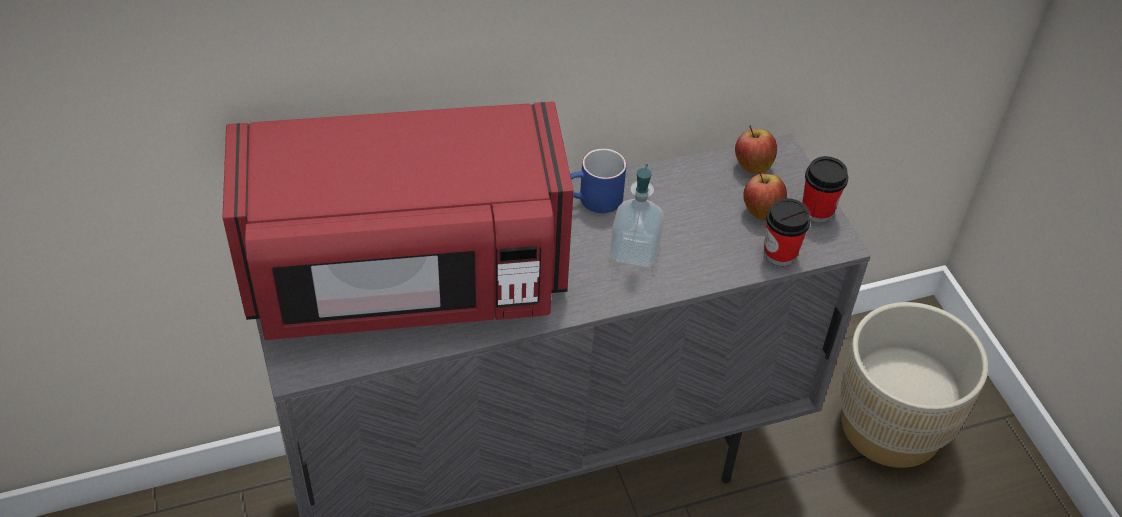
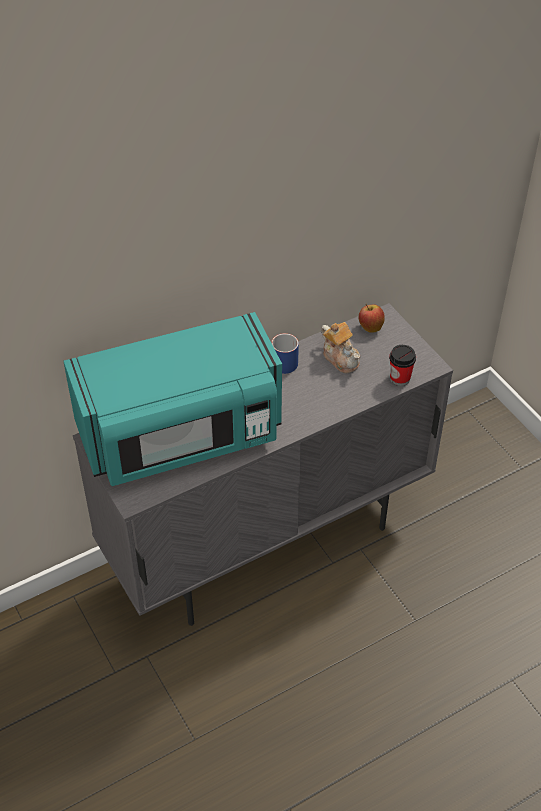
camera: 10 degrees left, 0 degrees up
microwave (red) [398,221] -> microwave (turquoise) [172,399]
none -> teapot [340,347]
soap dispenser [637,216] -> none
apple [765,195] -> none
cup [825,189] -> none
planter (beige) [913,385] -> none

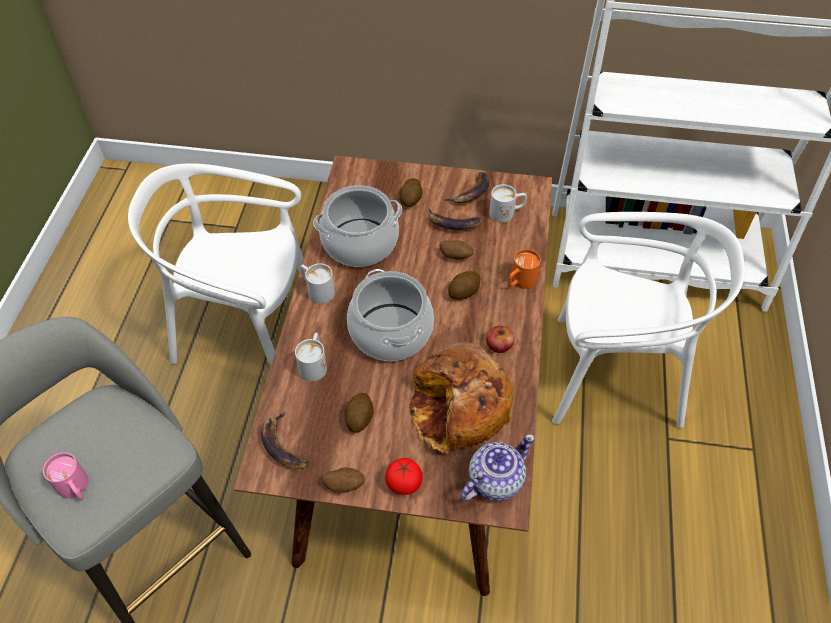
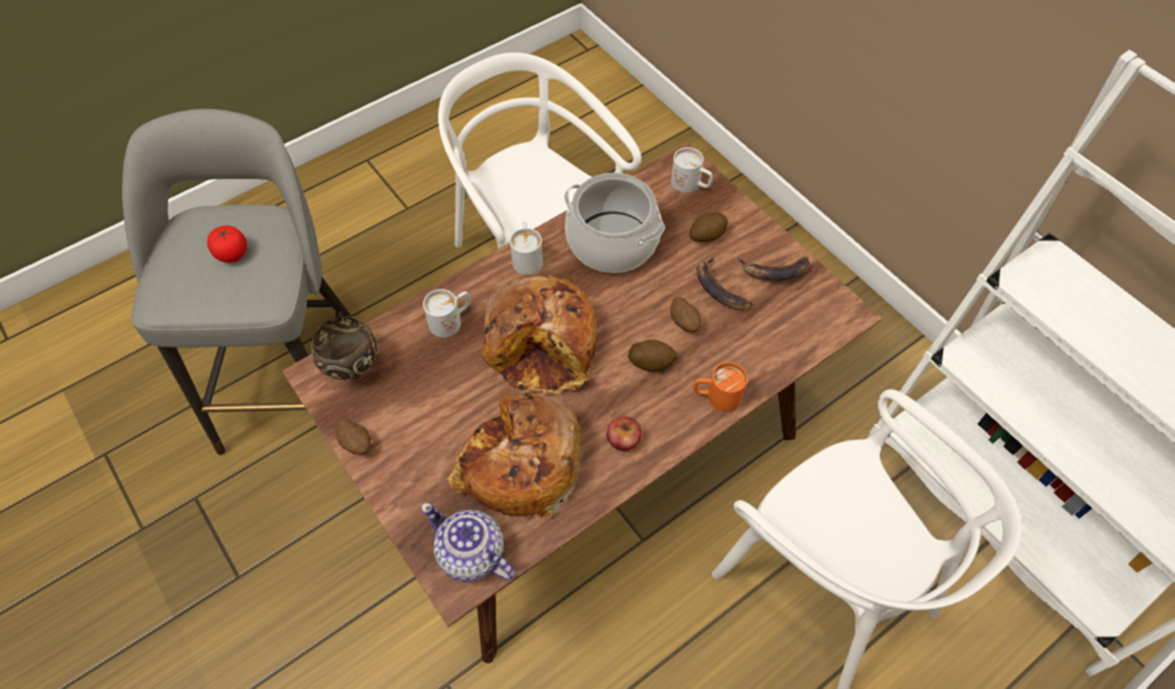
camera: 45 degrees right, 5 degrees up
tomato [404,476] -> tomato [227,244], move
banana [285,440] -> bowl (brown) [344,348]
teapot [498,467] -> teapot [468,542], 150 degrees counterclockwise
cooking pot [390,315] -> bread [539,335]
mug (white) [508,203] -> mug (white) [692,170], move
mug (pink) [66,476] -> none
potato [359,413] -> none

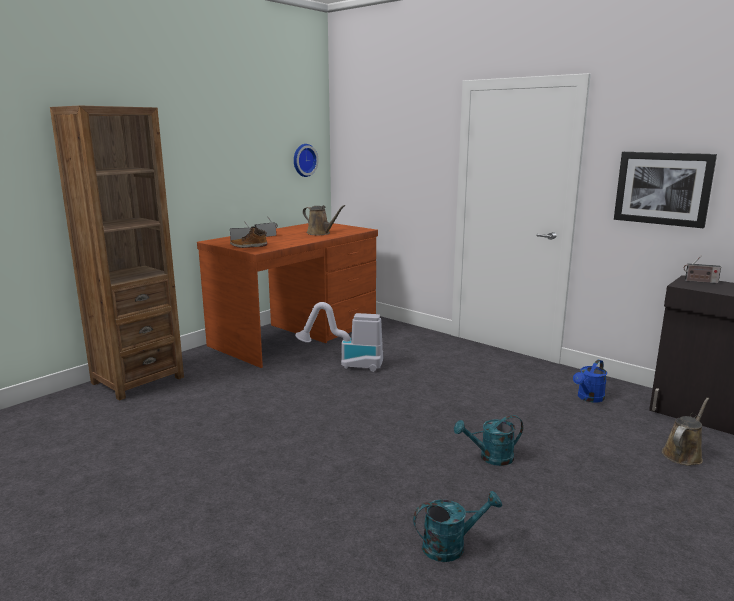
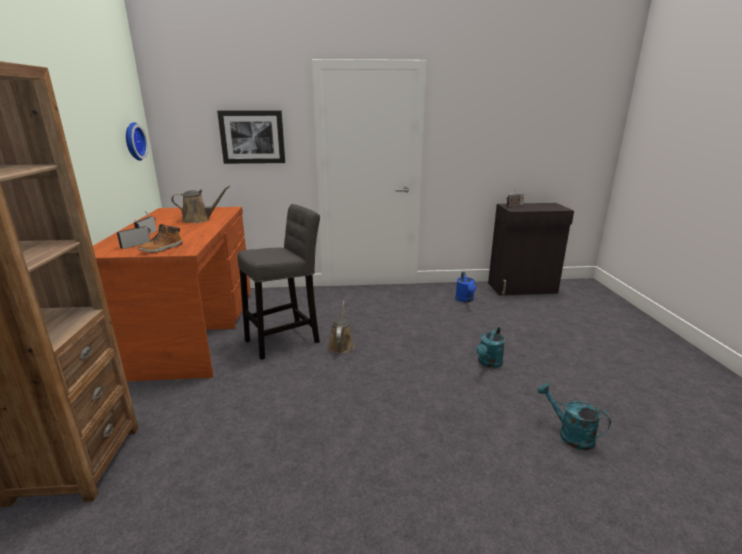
camera: 45 degrees left, 5 degrees up
picture [665,190] -> picture [251,137], move
vacuum cleaner [339,337] -> stool (grey) [278,282]
watering can (brown) [685,431] -> watering can (brown) [341,327], move
watering can (turquoise) [457,526] -> watering can (turquoise) [574,416], 75 degrees counterclockwise

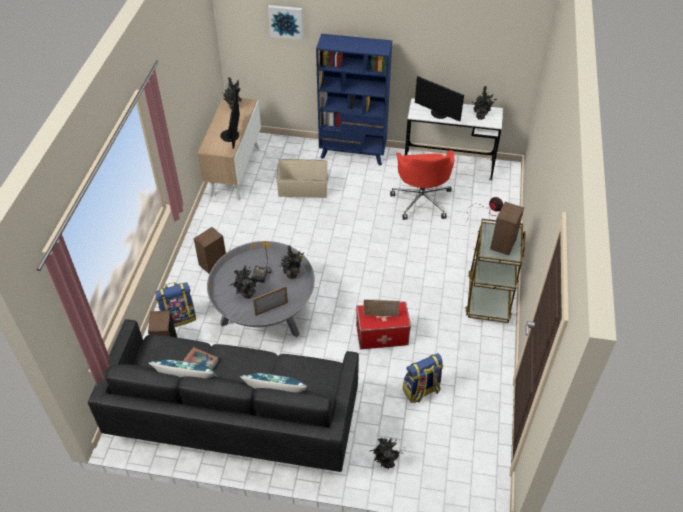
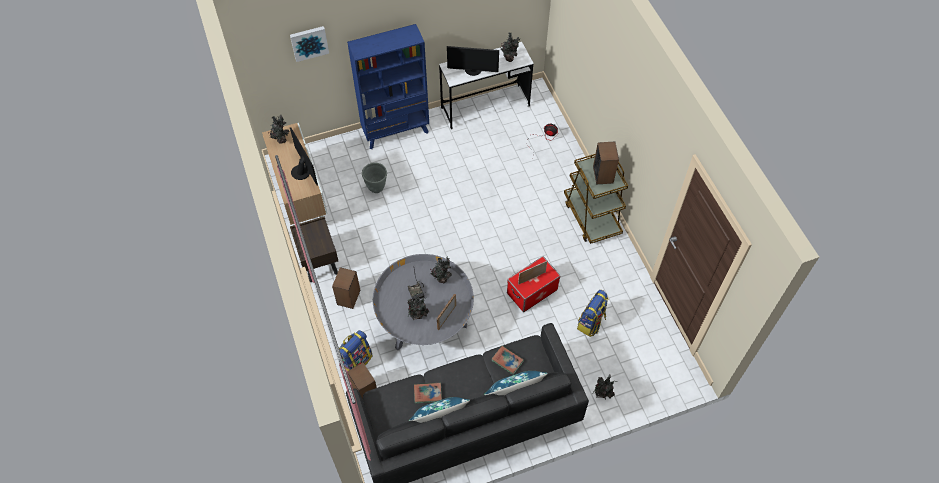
camera: 30 degrees left, 10 degrees up
none -> nightstand (brown) [314,249]
storage box (beige) [302,178] -> planter (grey) [374,178]
none -> book [508,360]
office chair (red) [422,185] -> none

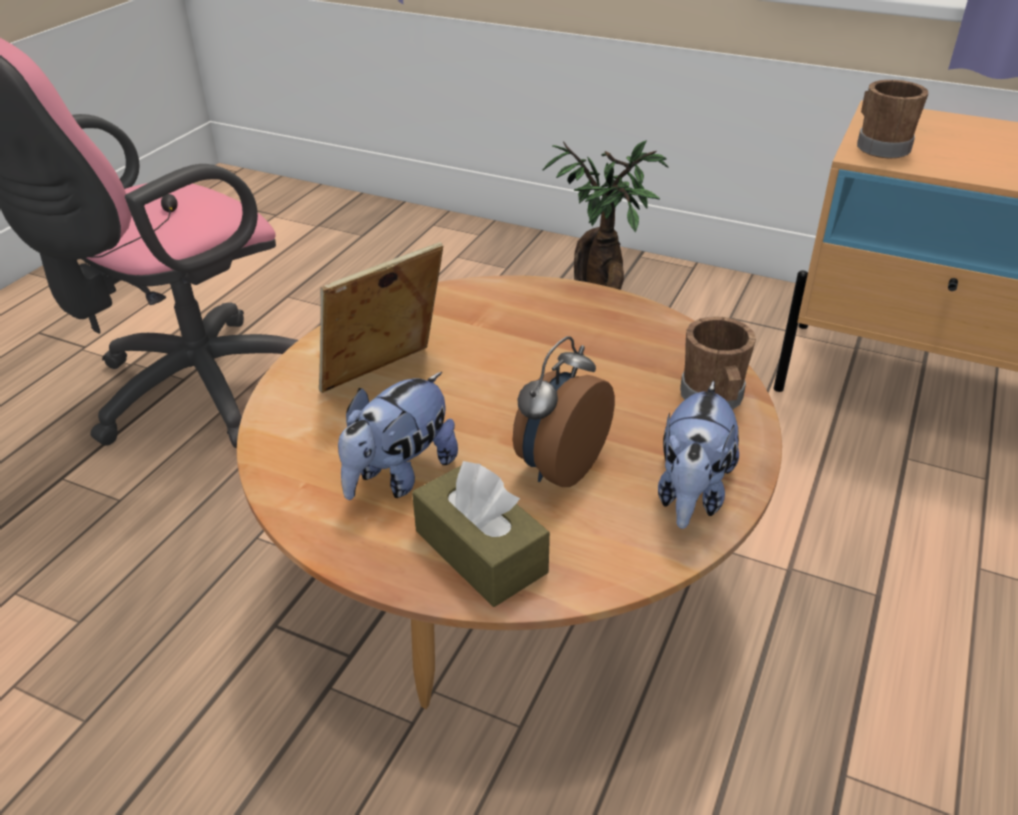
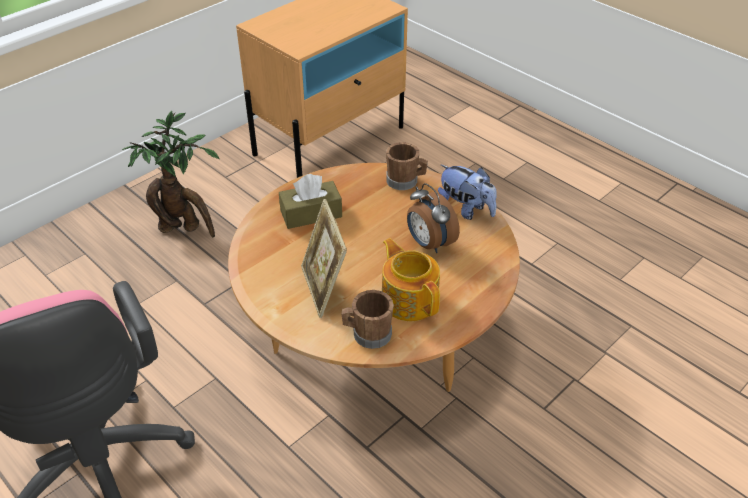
camera: 70 degrees left, 5 degrees up
tissue box (brown) [481,534] -> tissue box (brown) [310,201], move
mug (brown) [893,119] -> mug (brown) [368,319], move
plush toy [398,436] -> teapot [411,279]

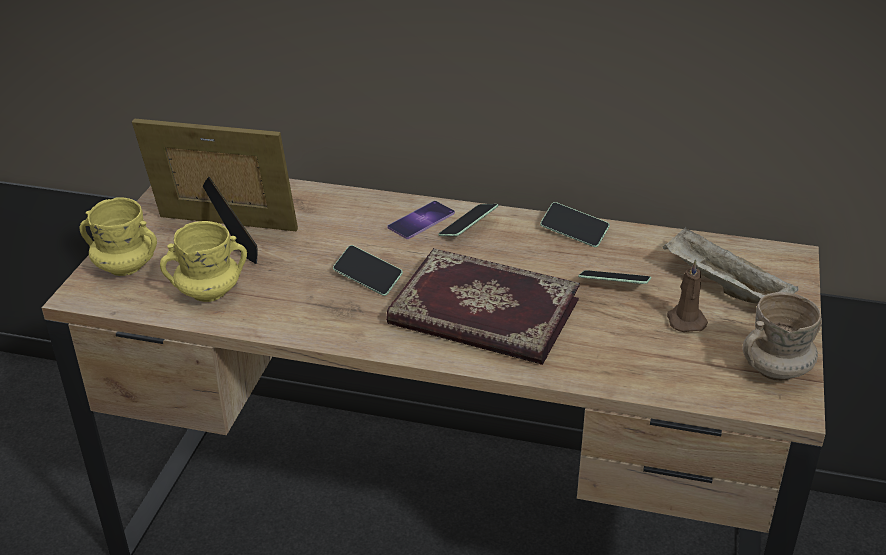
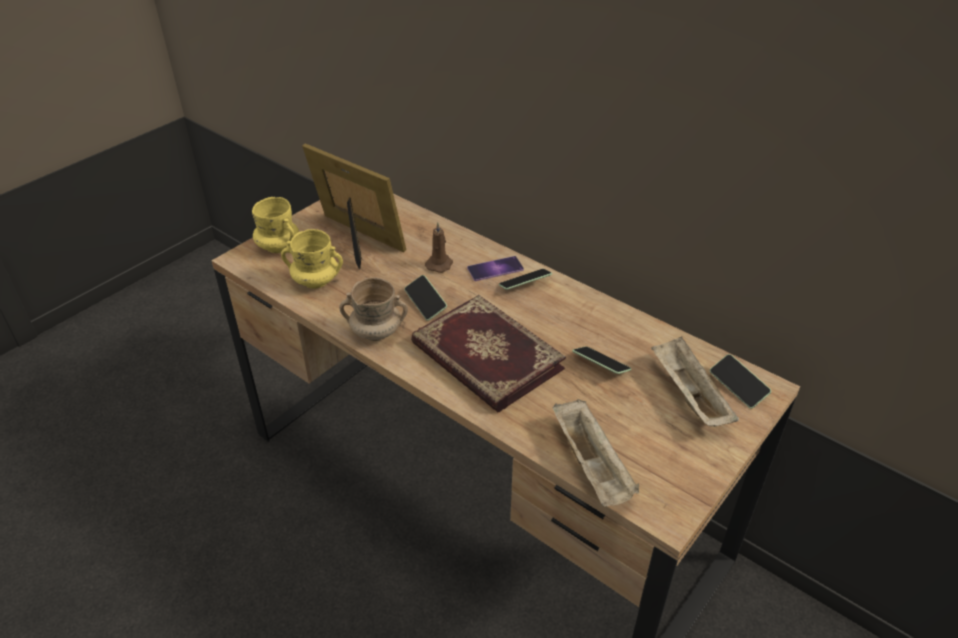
camera: 25 degrees right, 5 degrees up
mug (beige) [782,336] -> mug (beige) [373,309], move
candle (brown) [687,295] -> candle (brown) [439,247], move
none -> tray (beige) [596,453]
phone [575,224] -> phone [740,381], move

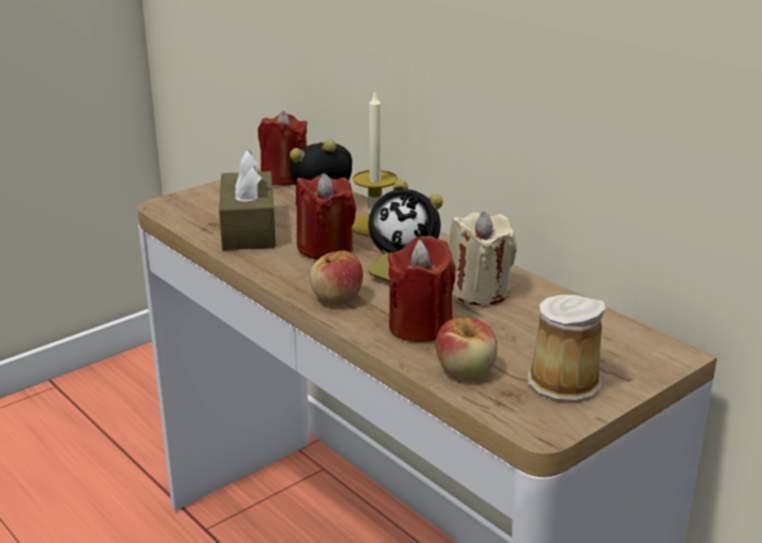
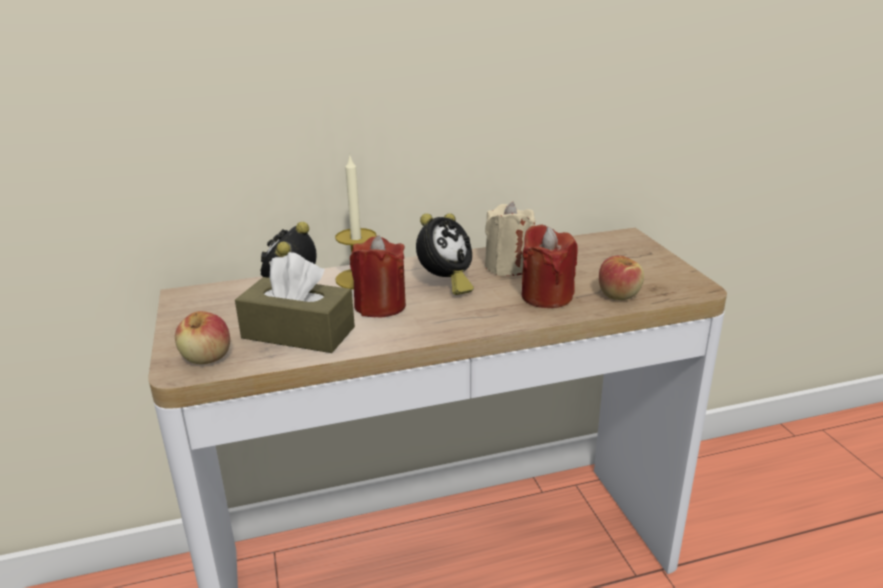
camera: 65 degrees left, 0 degrees up
apple [336,277] -> apple [202,337], move
candle (red) [282,148] -> none
mug [566,348] -> none

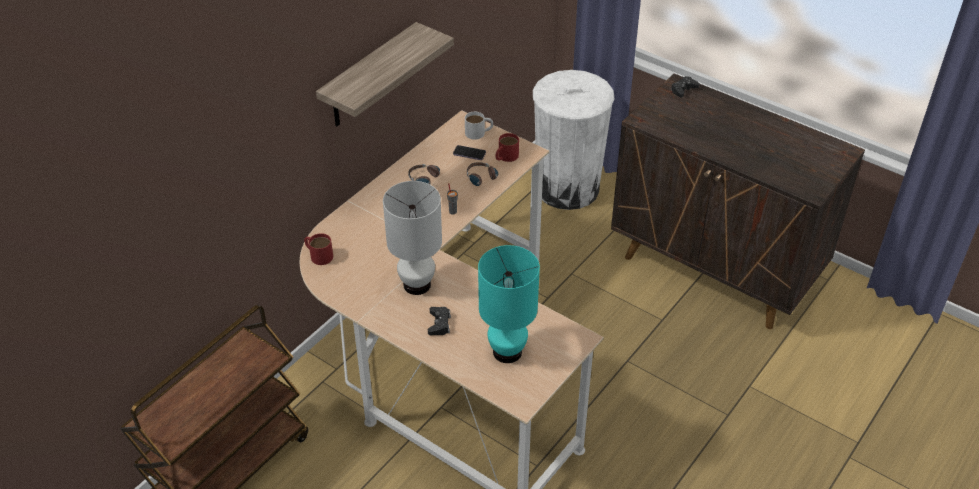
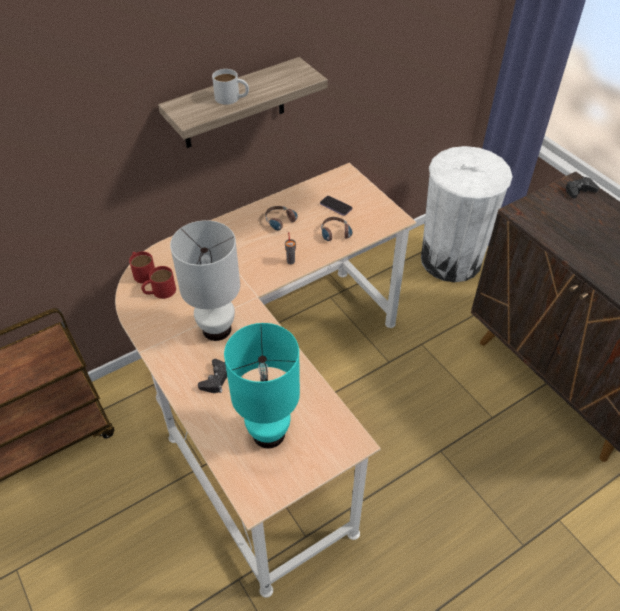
camera: 20 degrees right, 5 degrees up
mug (red) [507,147] -> mug (red) [158,282], move
mug (white) [479,126] -> mug (white) [230,87], move

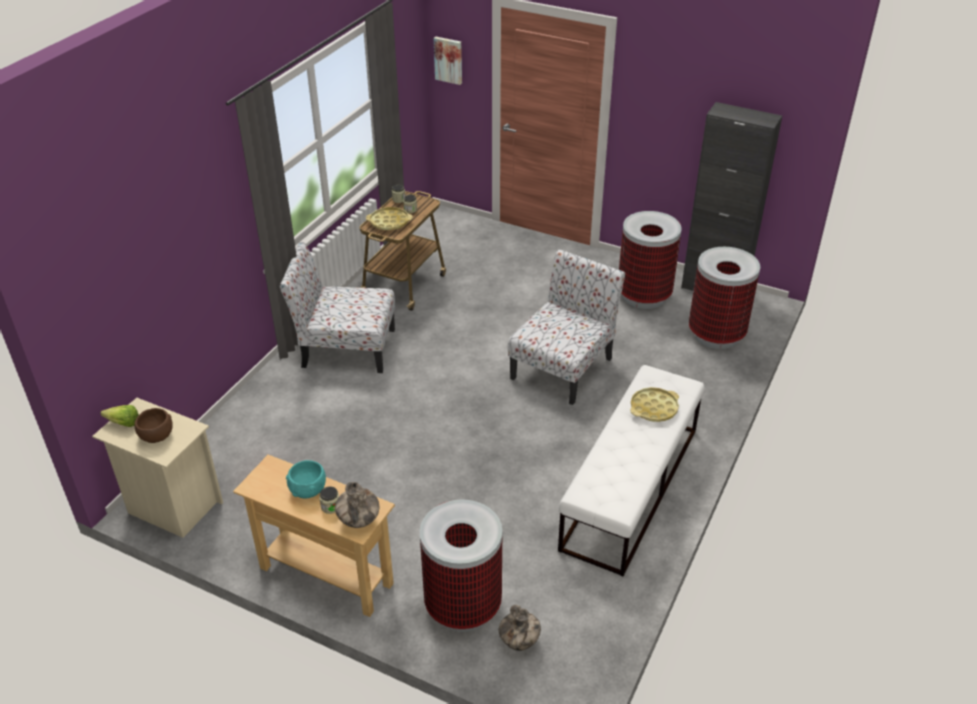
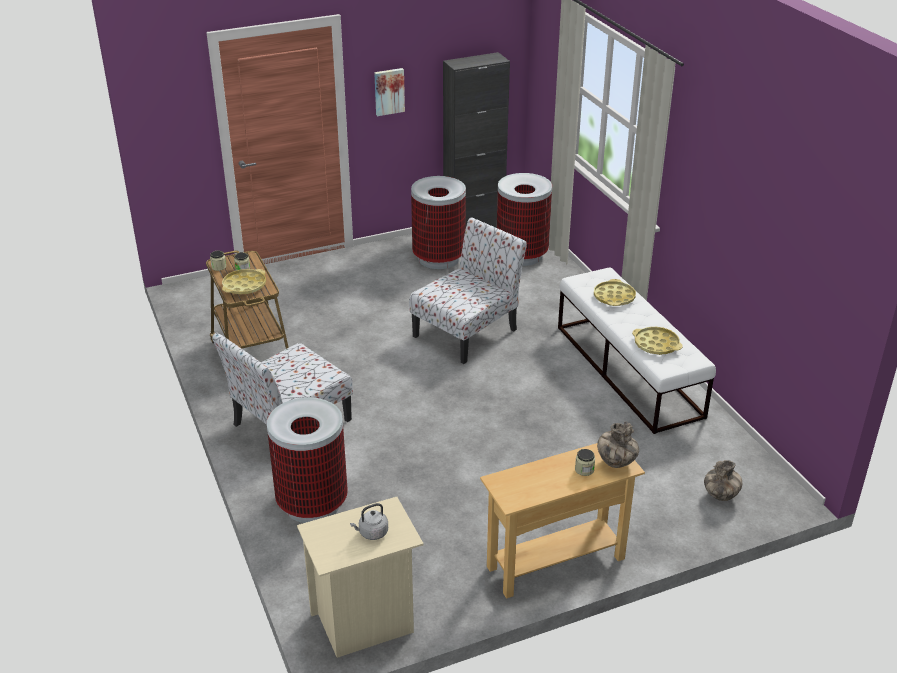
camera: 50 degrees left, 5 degrees down
trash can [461,565] -> trash can [307,460], move
bowl (brown) [153,425] -> kettle (grey) [369,521]
picture [448,61] -> picture [389,92], move
chair [566,327] -> chair [468,290], 60 degrees clockwise
none -> tray (yellow) [657,341]
lettuce [120,416] -> none
bowl (turquoise) [306,479] -> none

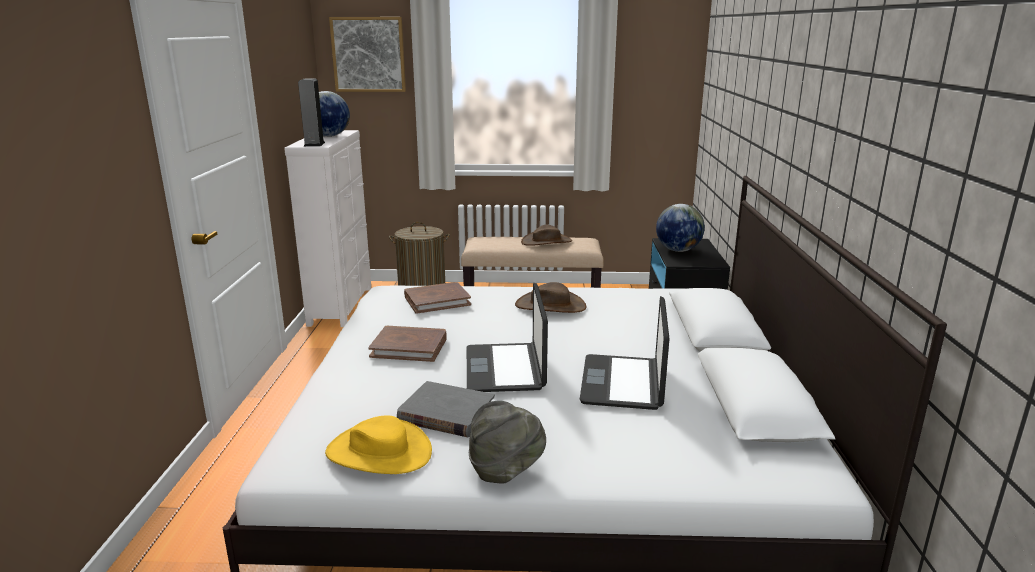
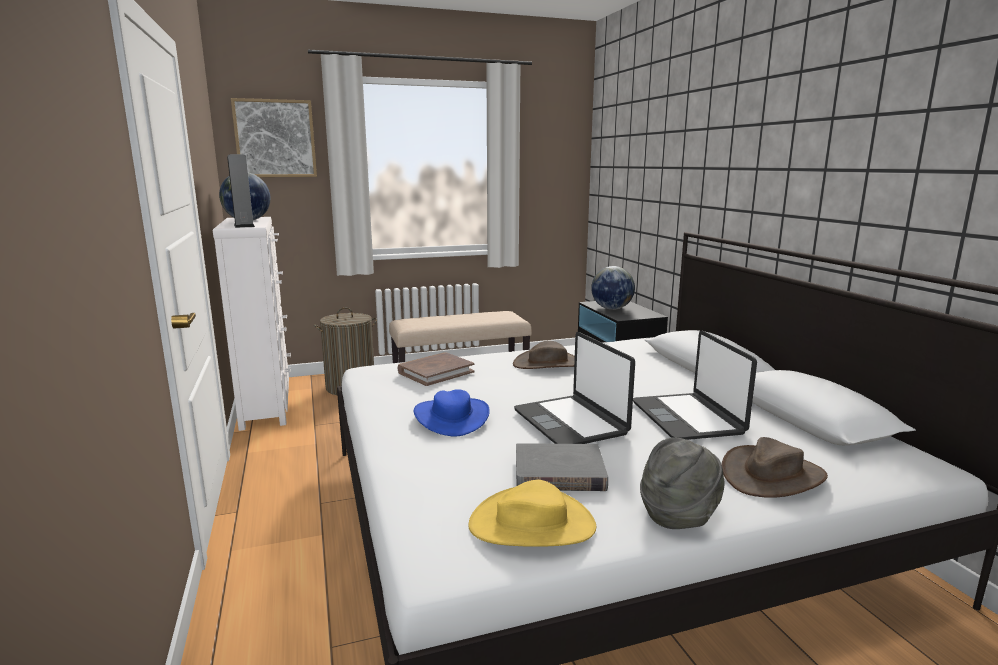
camera: 20 degrees left, 5 degrees down
book (brown) [407,344] -> hat (blue) [452,412]
hat (brown) [546,235] -> hat (brown) [775,467], move

